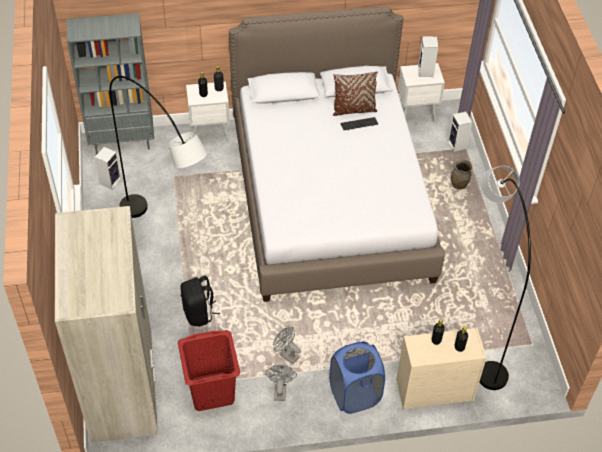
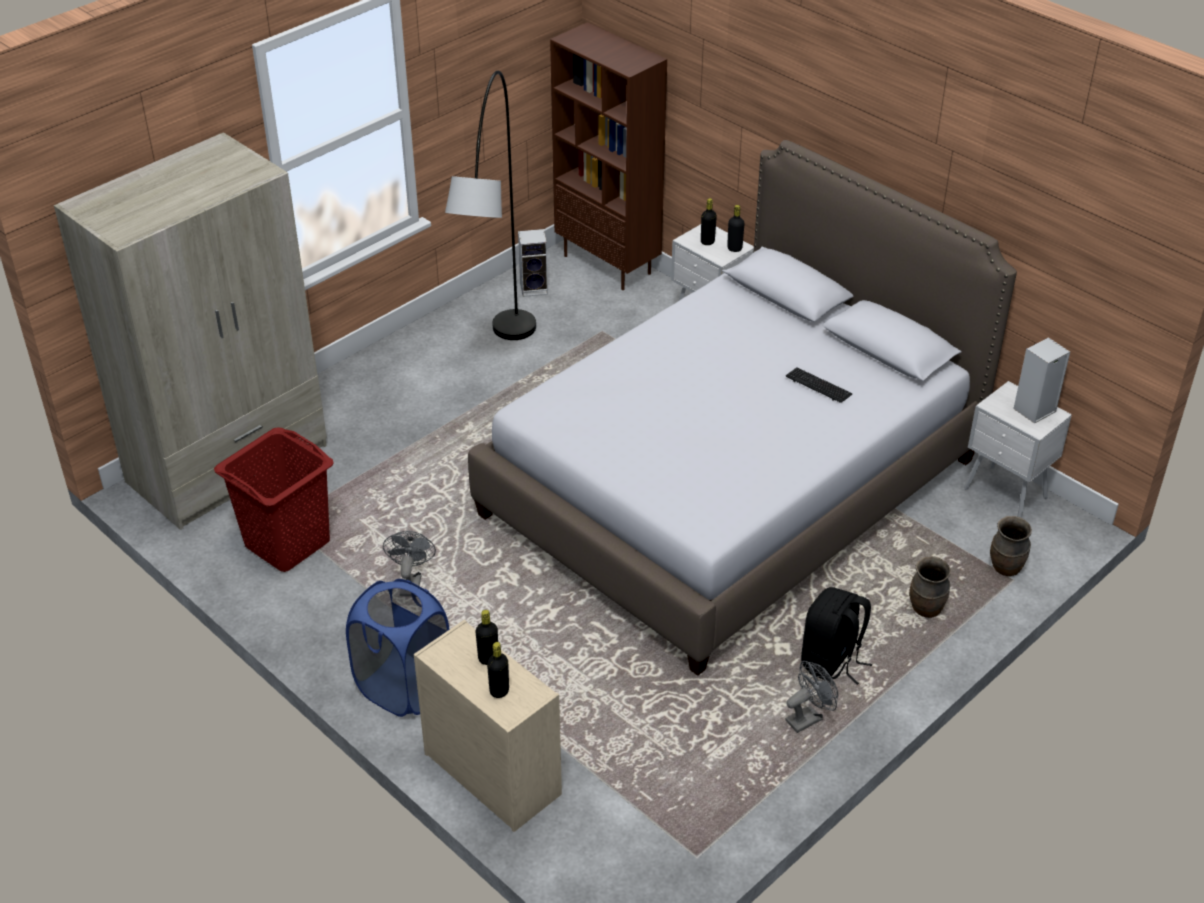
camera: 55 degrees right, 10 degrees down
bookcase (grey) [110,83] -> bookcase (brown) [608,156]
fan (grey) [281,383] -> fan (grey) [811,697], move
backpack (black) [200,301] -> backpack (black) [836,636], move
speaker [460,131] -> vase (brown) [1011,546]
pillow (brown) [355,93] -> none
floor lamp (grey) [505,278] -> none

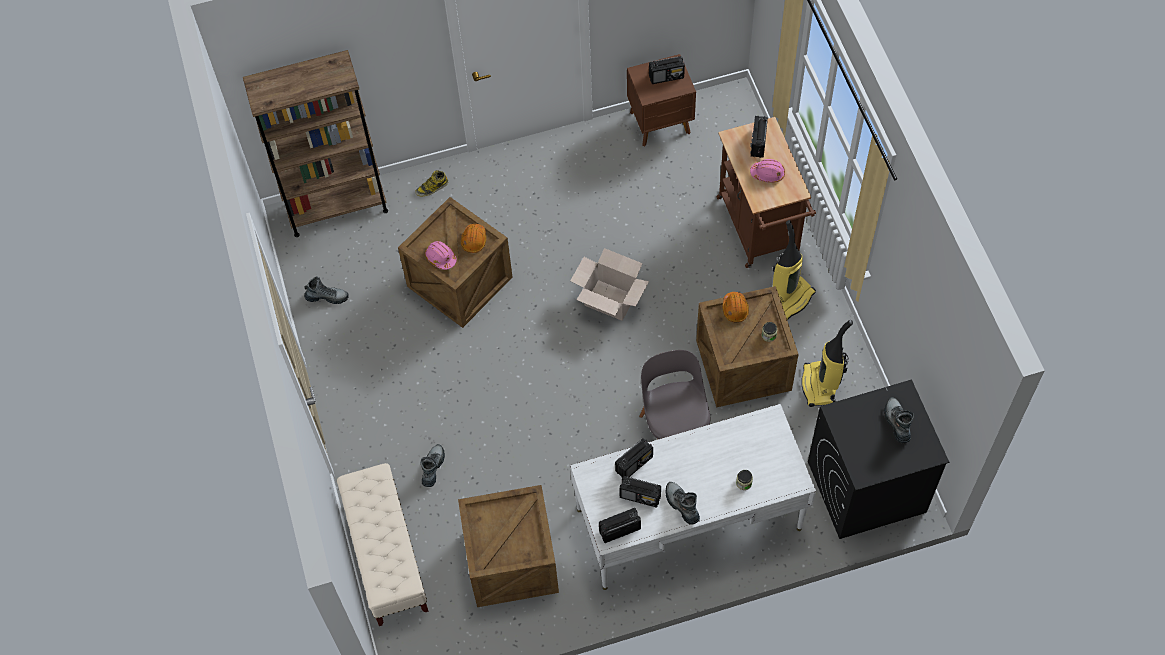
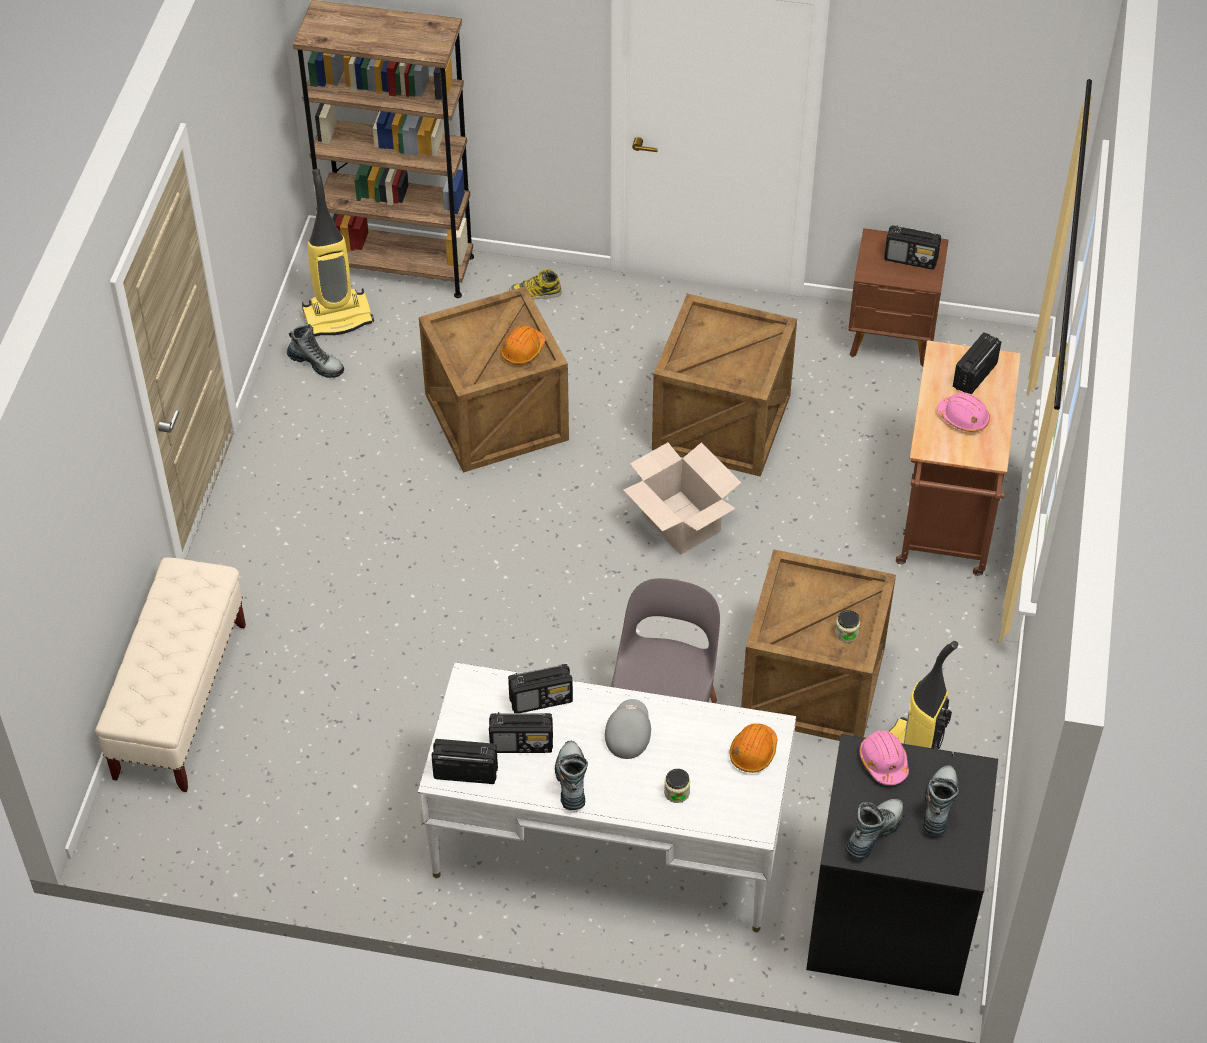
camera: 25 degrees right, 10 degrees down
vacuum cleaner [794,270] -> vacuum cleaner [338,253], move
radio [640,491] -> radio [521,732], 45 degrees counterclockwise
none -> cap (grey) [628,729]
crate [508,546] -> crate [724,385], move
hard hat (orange) [735,307] -> hard hat (orange) [753,748], move
boot [432,465] -> boot [875,828], move
hard hat (pink) [441,255] -> hard hat (pink) [884,757], move

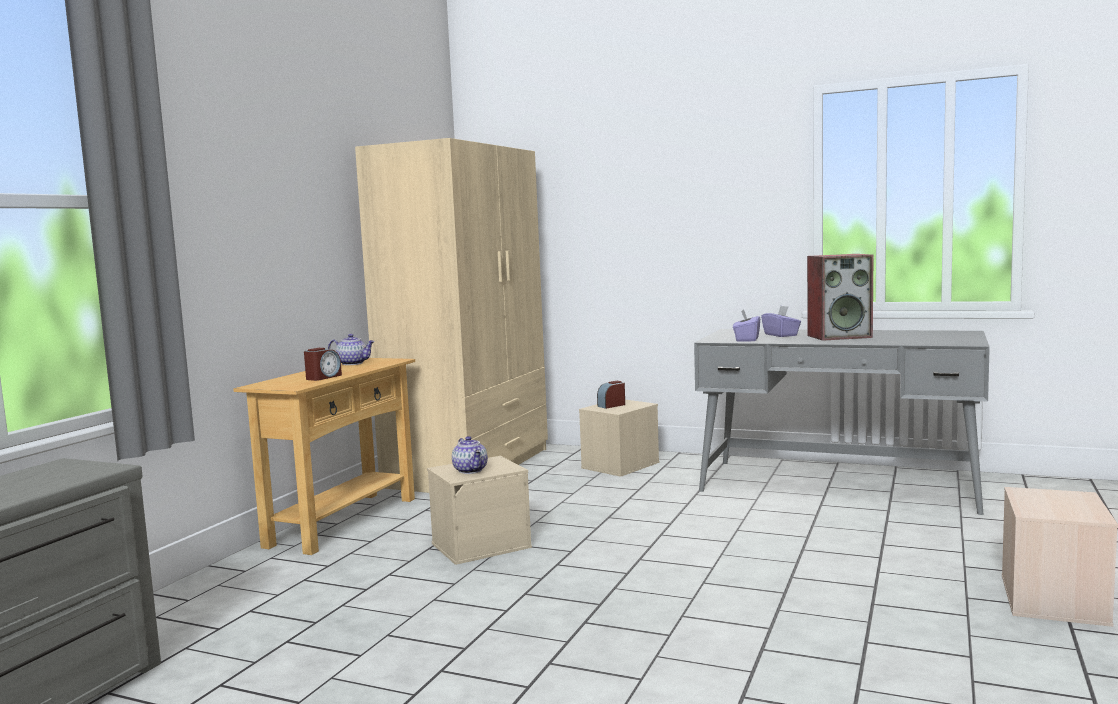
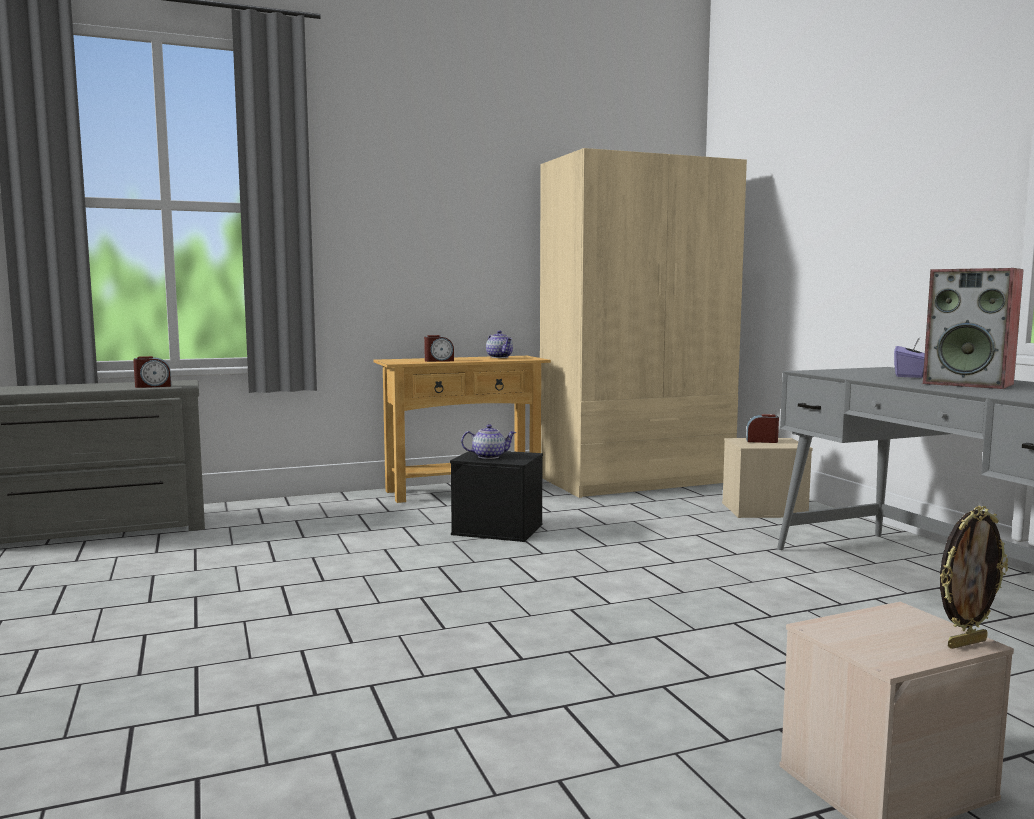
camera: 45 degrees right, 0 degrees up
none -> alarm clock [152,372]
storage box (beige) [479,510] -> storage box (black) [496,496]
teapot [470,455] -> teapot [489,441], 120 degrees counterclockwise
none -> picture frame [974,577]
tissue box (purple) [746,325] -> none

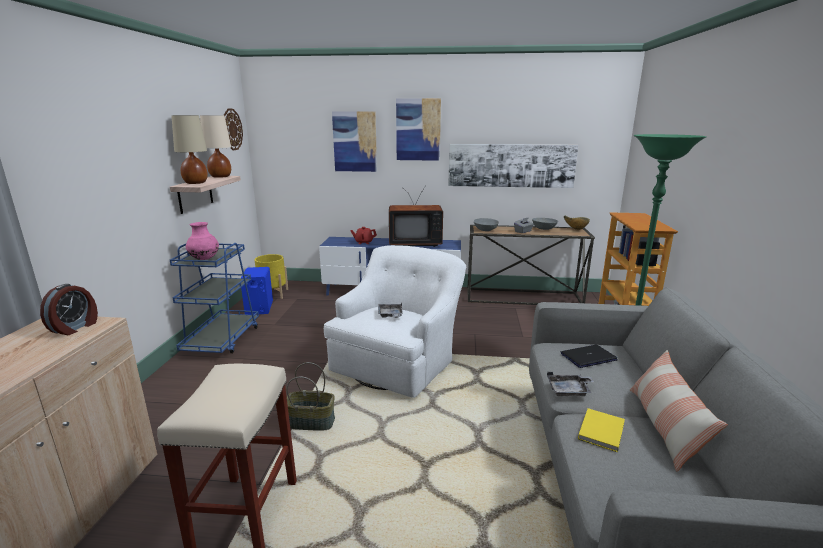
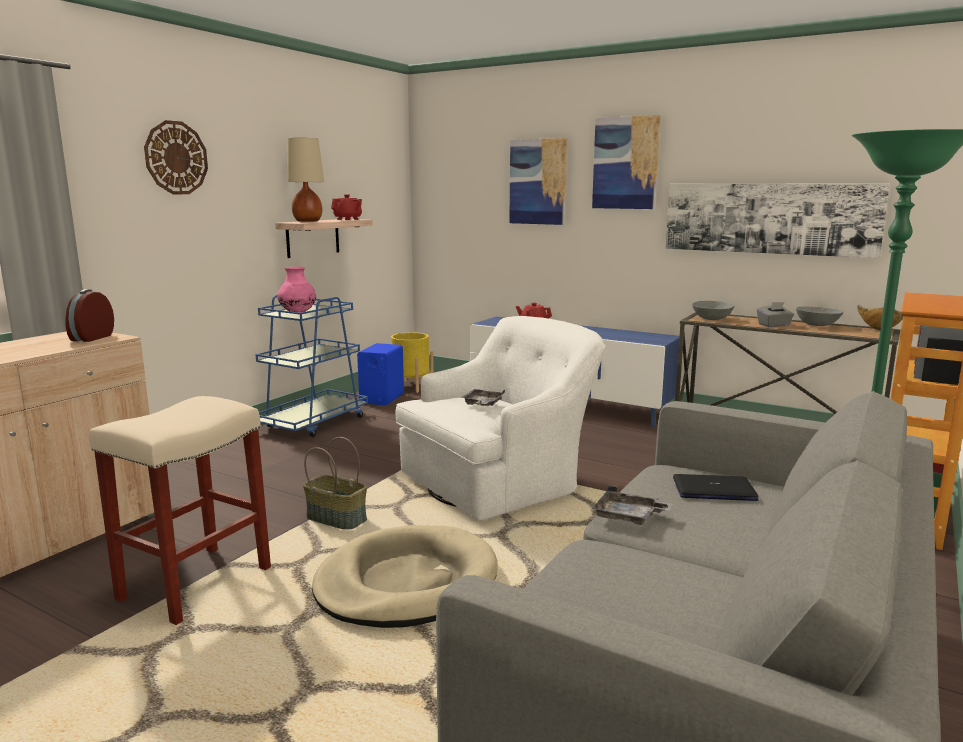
camera: 25 degrees right, 5 degrees down
alarm clock [69,309] -> alarm clock [89,315], 150 degrees clockwise
wall clock [233,129] -> wall clock [176,157], move
none -> dog bed (beige) [405,576]
table lamp (beige) [215,146] -> teapot (red) [346,207]
television [416,216] -> none
book (yellow) [601,430] -> none
pillow [678,411] -> none

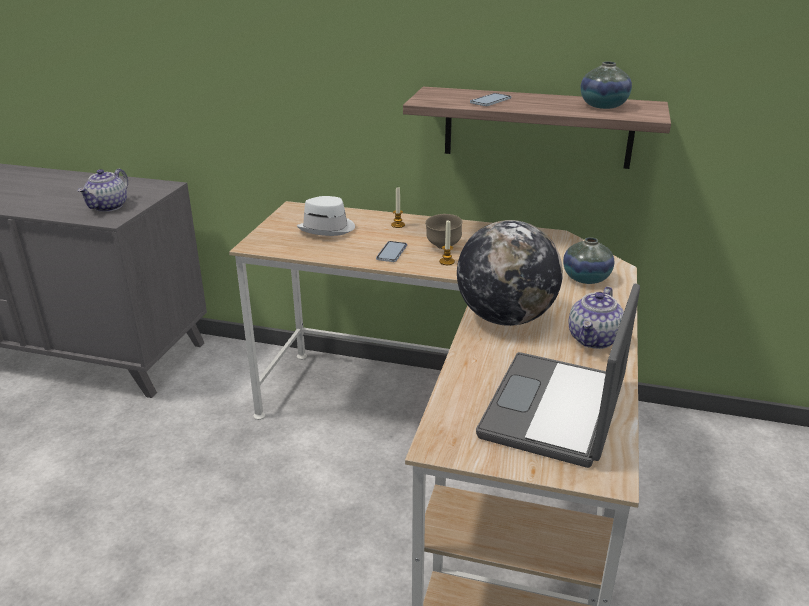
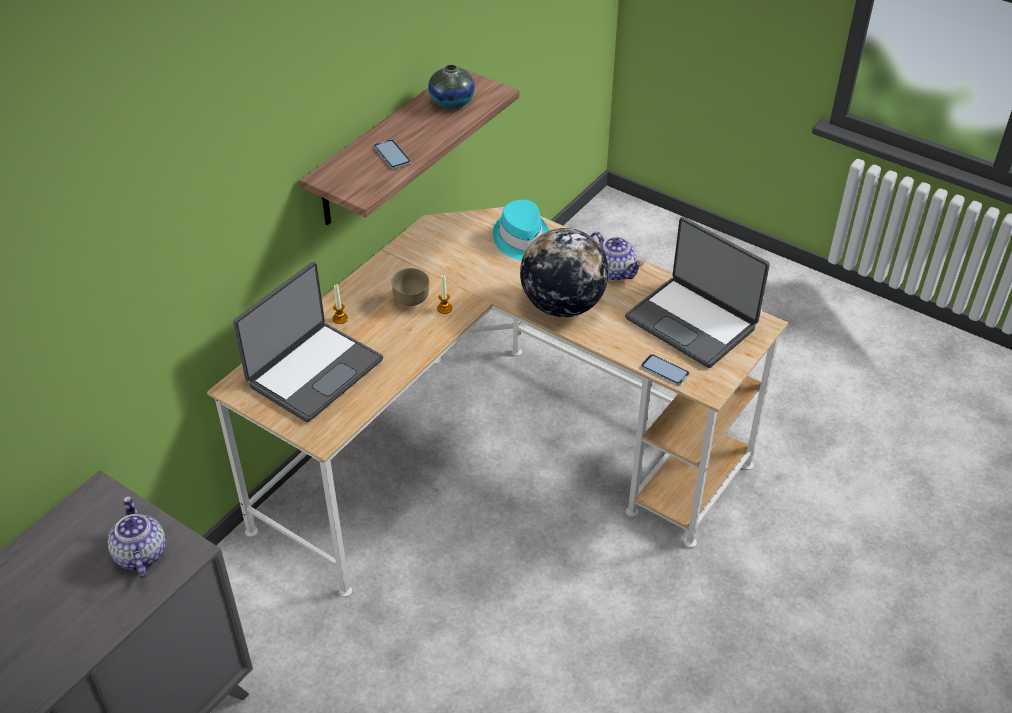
camera: 70 degrees left, 15 degrees up
teapot [103,190] -> teapot [137,537], 150 degrees counterclockwise
hat (white) [326,216] -> laptop [308,342]
vase [588,260] -> hat (turquoise) [521,230]
phone [391,251] -> phone [665,370], move

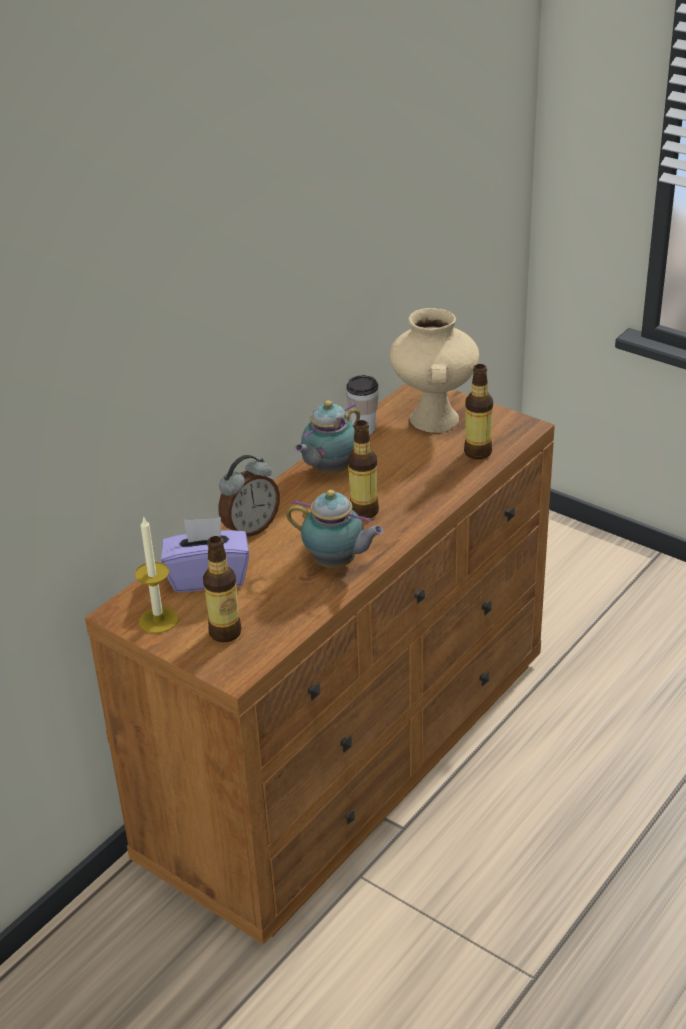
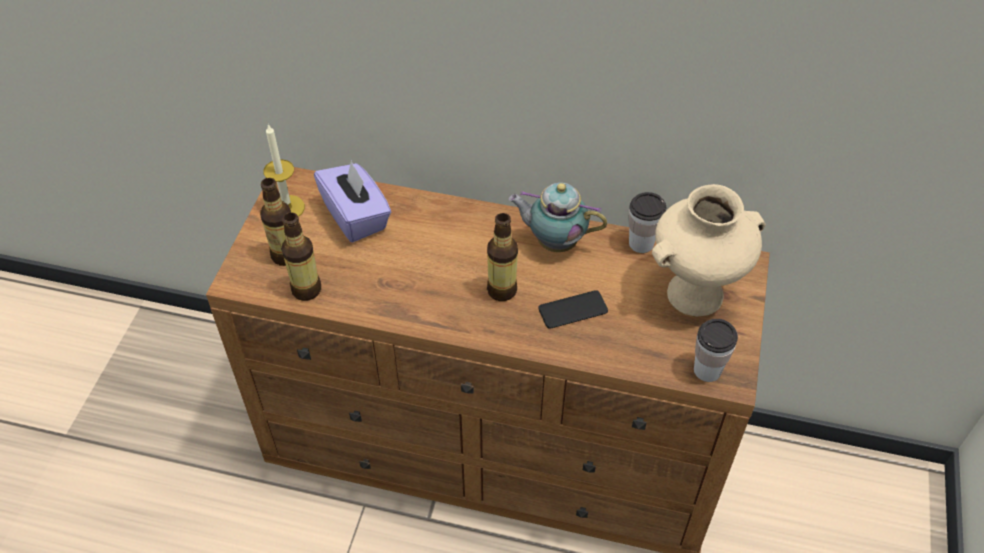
camera: 65 degrees right, 15 degrees up
bottle [478,411] -> bottle [301,256], move
none -> phone [573,309]
none -> cup [716,350]
alarm clock [249,496] -> none
teapot [335,529] -> none

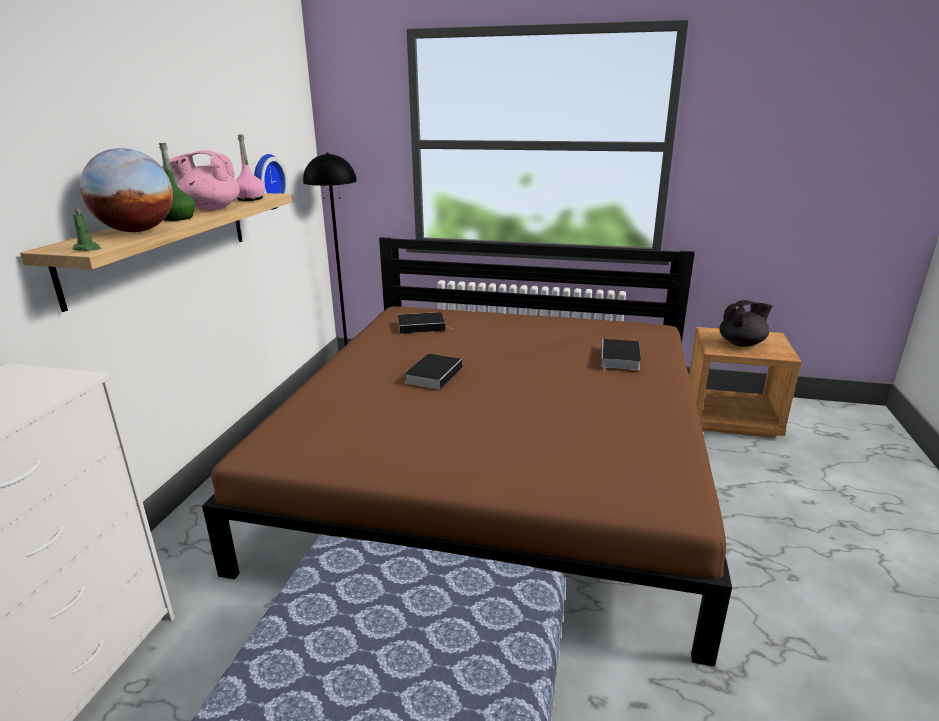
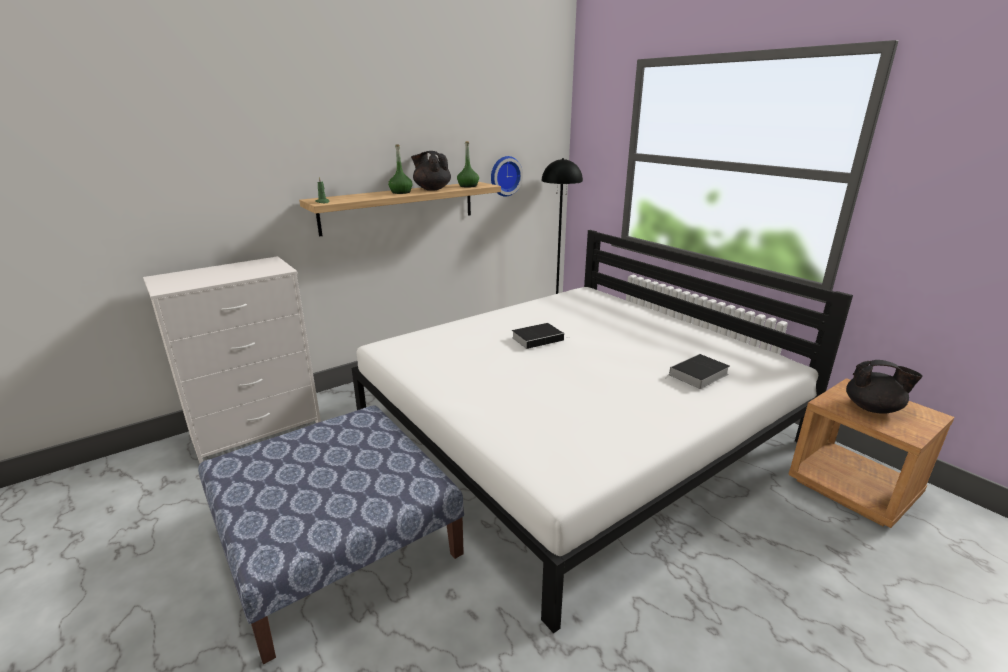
camera: 40 degrees right, 0 degrees up
bed (brown) [467,451] -> bed (white) [602,432]
teapot (pink) [204,181] -> teapot (black) [431,171]
bottle (pink) [250,167] -> bottle (green) [468,164]
globe [126,190] -> none
book [425,323] -> none

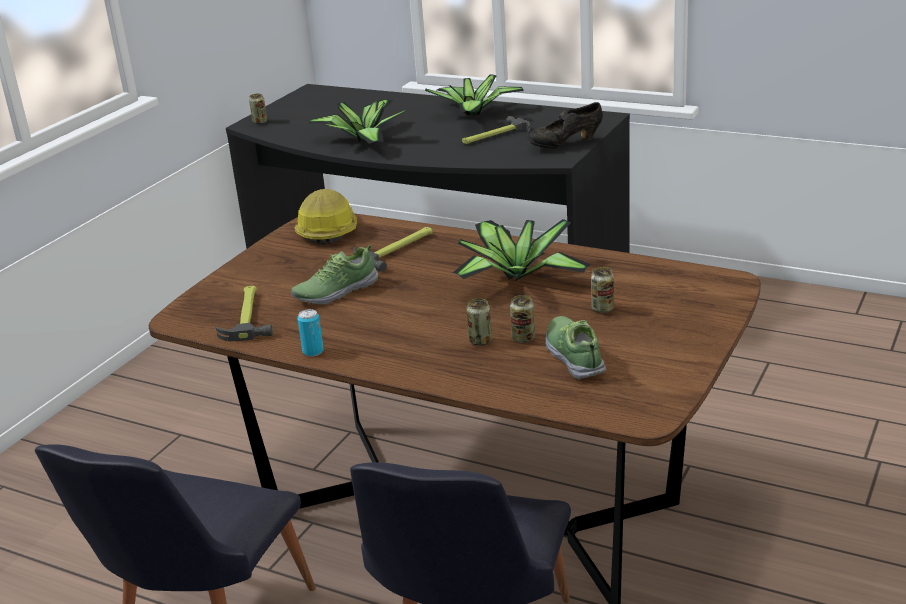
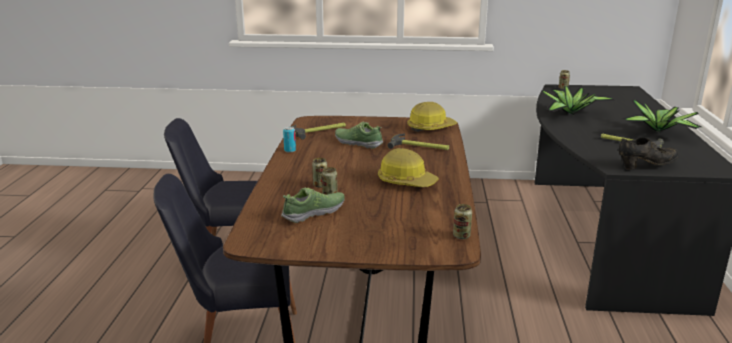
camera: 65 degrees right, 5 degrees down
potted plant [522,250] -> hard hat [408,167]
can [602,290] -> can [462,221], move
shoe (black) [565,125] -> shoe (black) [649,153], 120 degrees clockwise

